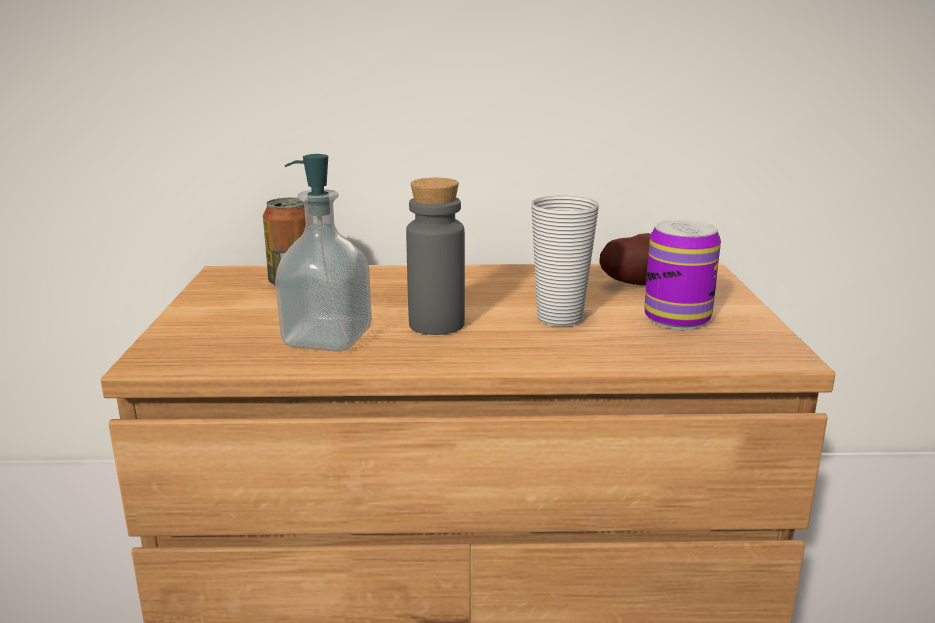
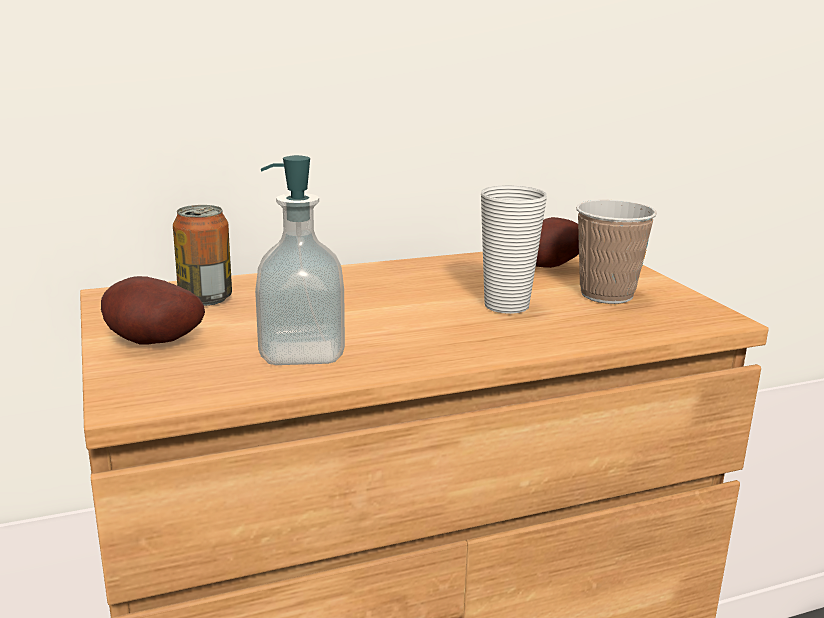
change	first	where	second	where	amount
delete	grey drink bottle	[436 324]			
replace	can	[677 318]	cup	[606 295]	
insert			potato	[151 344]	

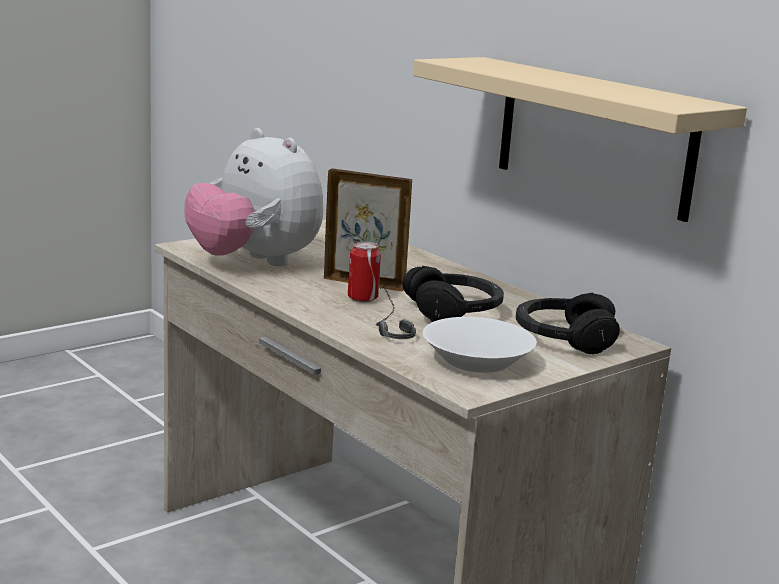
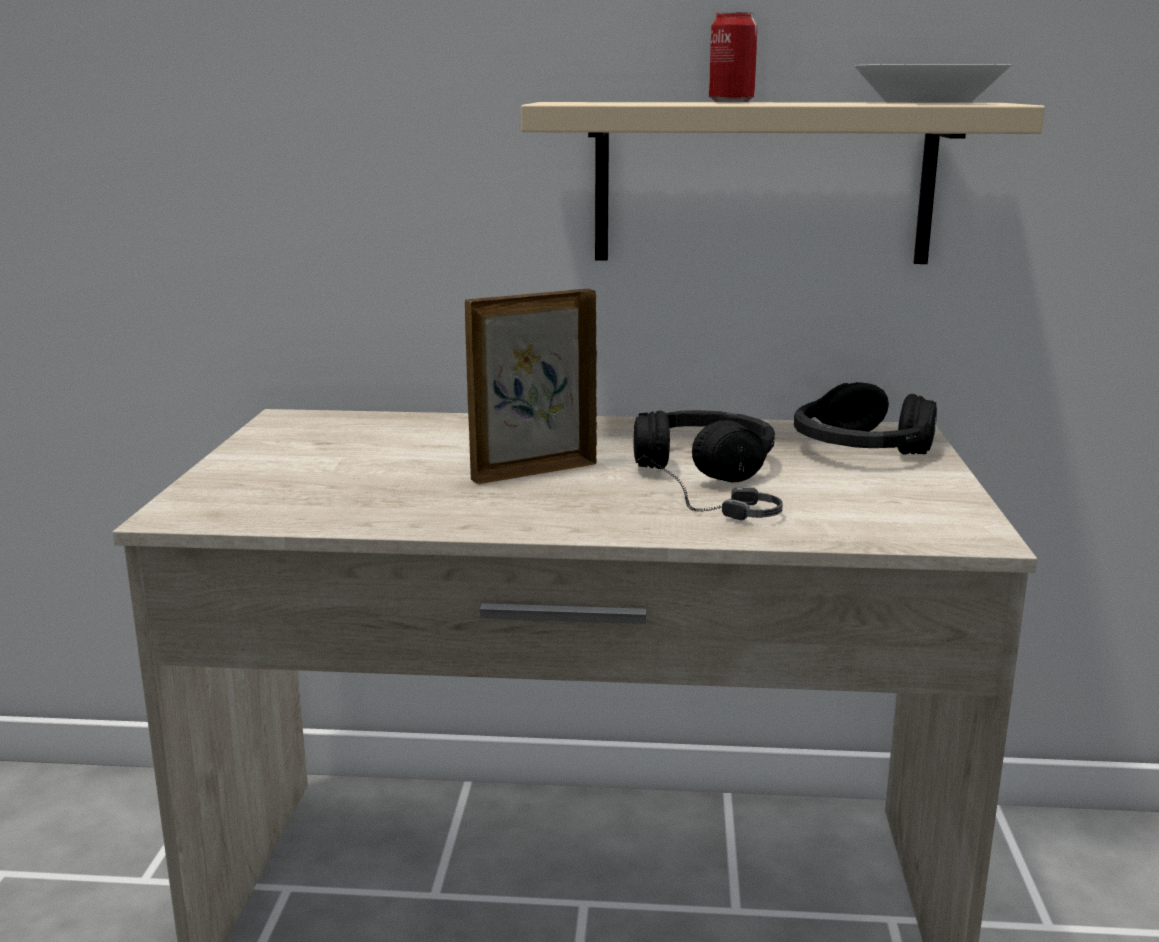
change	first	where	second	where	amount
delete	cuddly toy	[254 262]			
move	can	[362 298]		[731 101]	
move	white-coloured bowl	[475 361]		[927 102]	

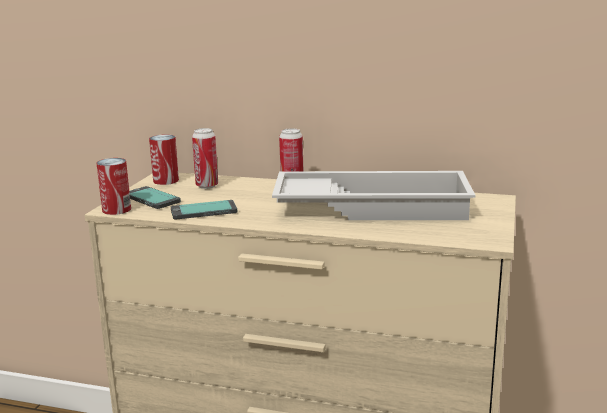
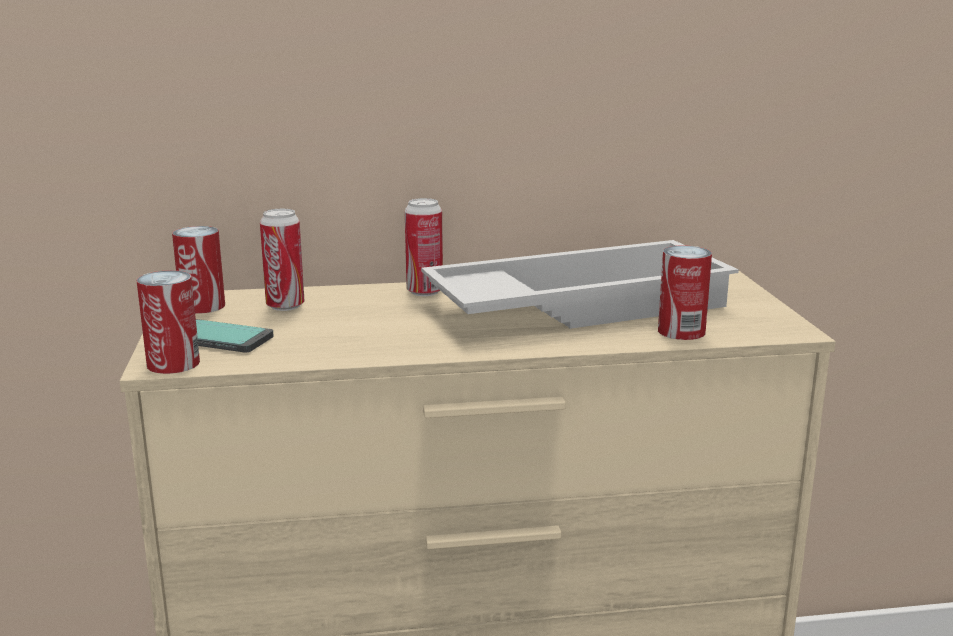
change	first	where	second	where	amount
delete	phone	[204 211]			
insert			can	[681 331]	

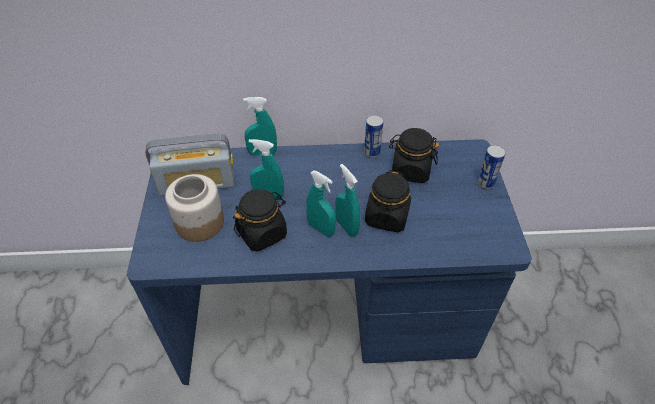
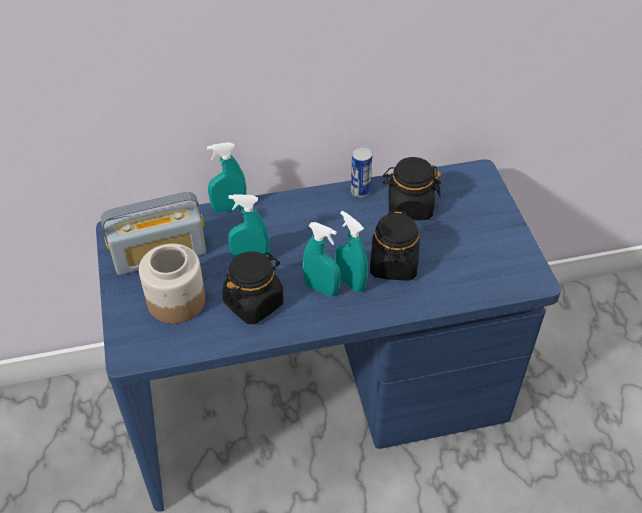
change	first	where	second	where	amount
delete	can	[485 183]			

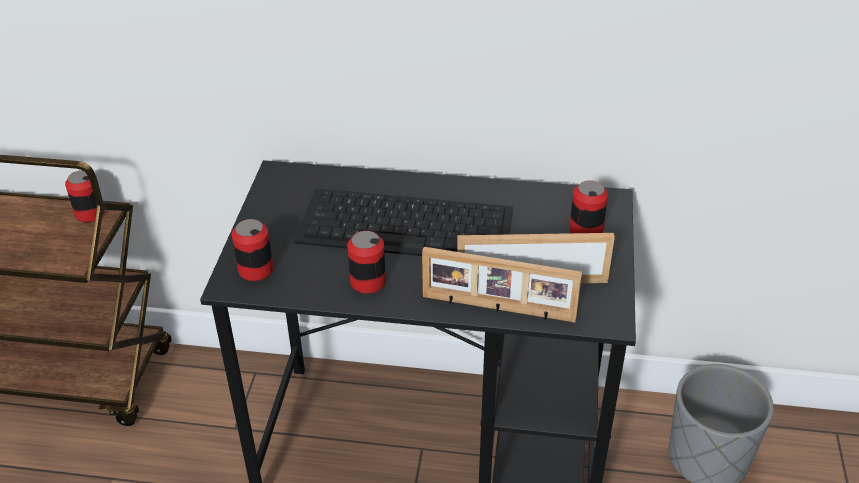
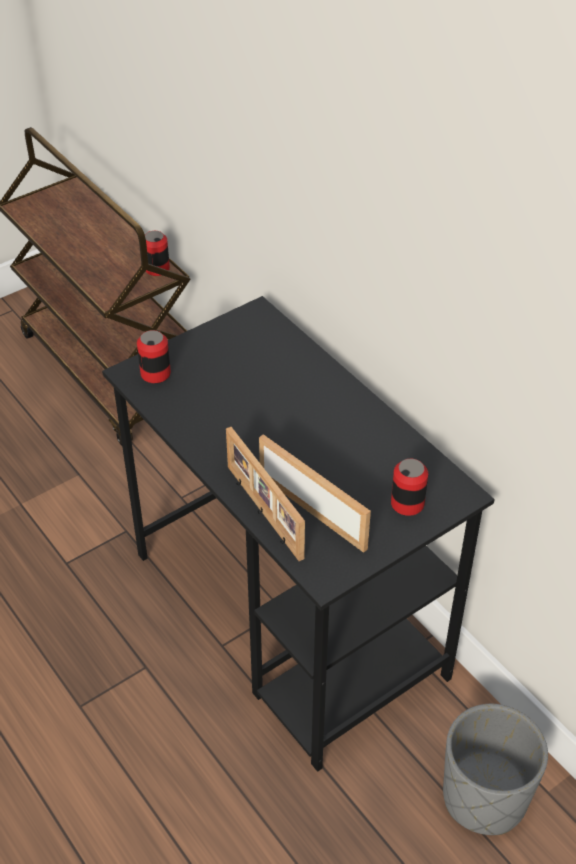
change	first	where	second	where	amount
delete	keyboard	[408 225]			
delete	can	[368 282]			

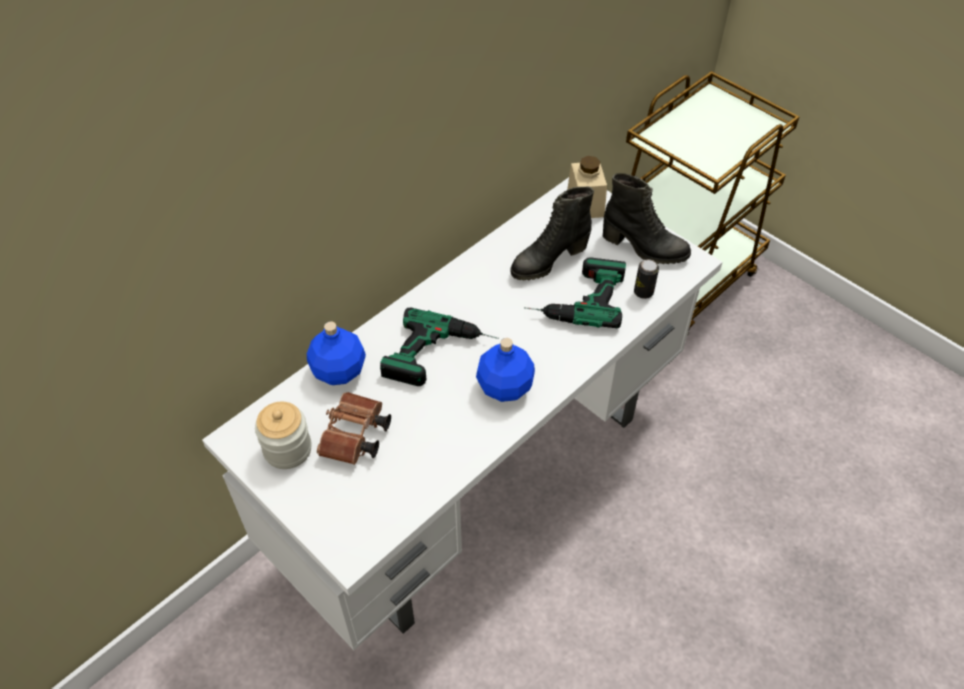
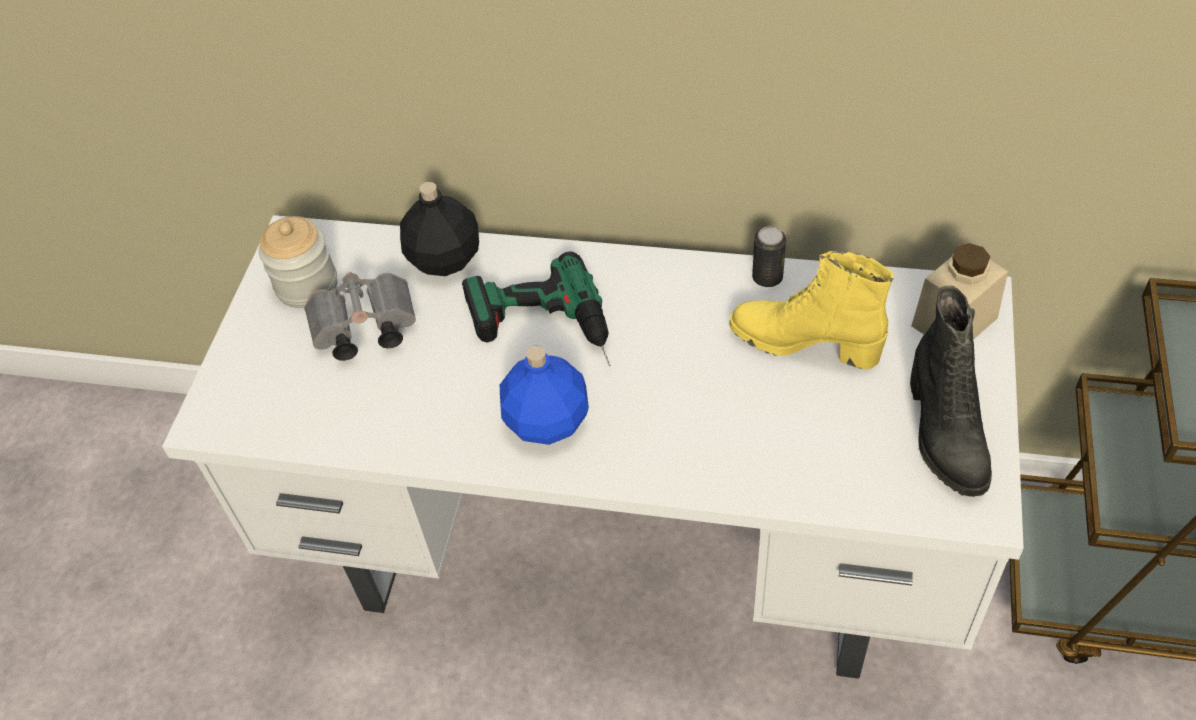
change	first	where	second	where	amount
recolor	blackish boot	[548 260]	yellow boot	[805 343]	
delete	drill	[575 297]			
move	can	[643 292]		[767 277]	
recolor	blue-coloured drink bottle	[338 371]	blackish drink bottle	[444 259]	
recolor	brownish binoculars	[355 438]	grey binoculars	[362 330]	

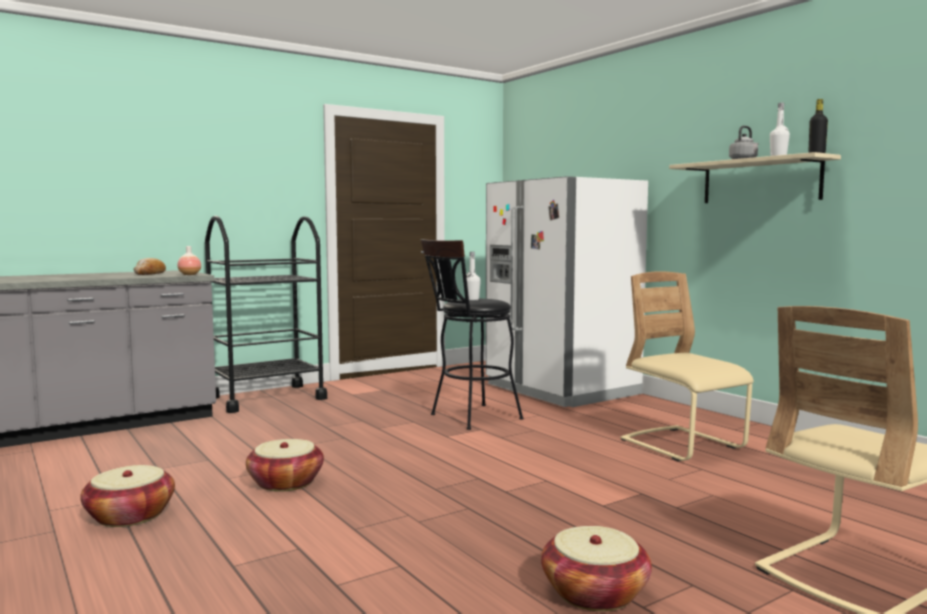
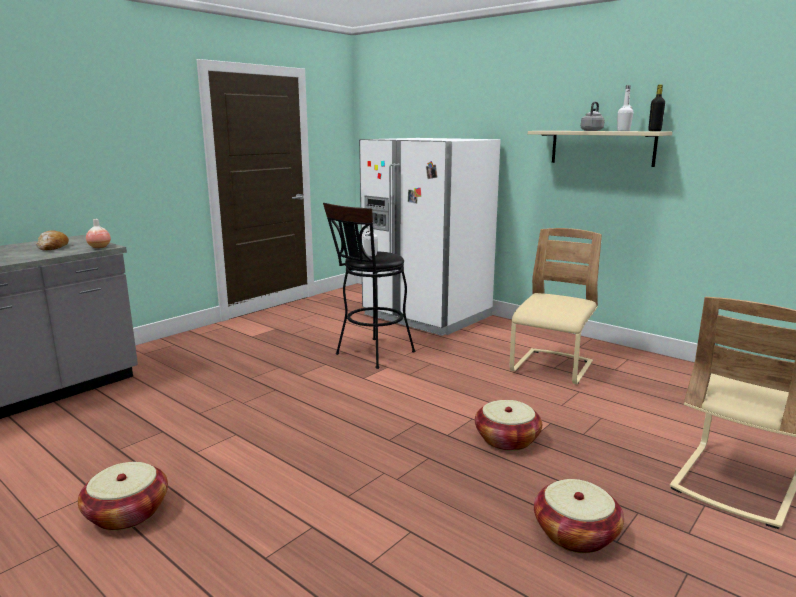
change	first	where	second	where	amount
delete	blackish wheeled cart	[267 398]			
rotate	sand-coloured upright chair	[682 445]		[552 368]	75 degrees clockwise
move	household basket	[285 483]		[507 440]	

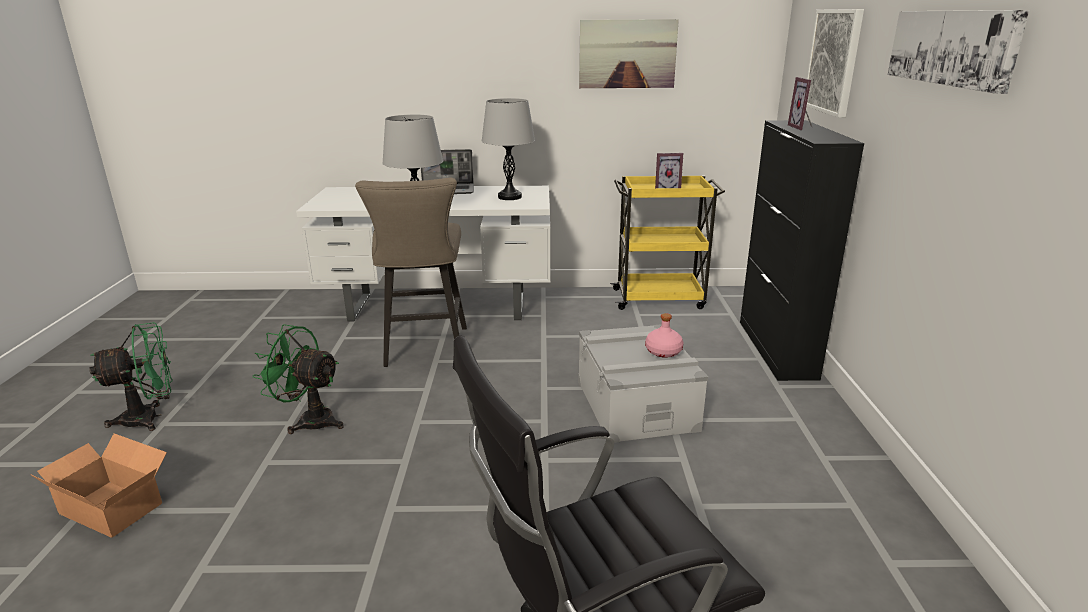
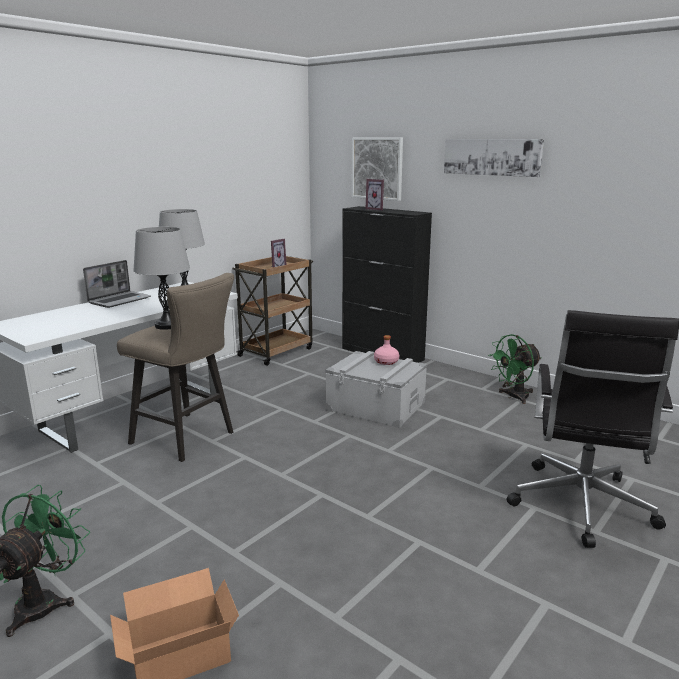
change	first	where	second	where	amount
delete	wall picture	[627 54]			
recolor	yellow wheeled cart	[660 299]	brownish wheeled cart	[276 352]	
move	green fan	[309 420]		[513 397]	

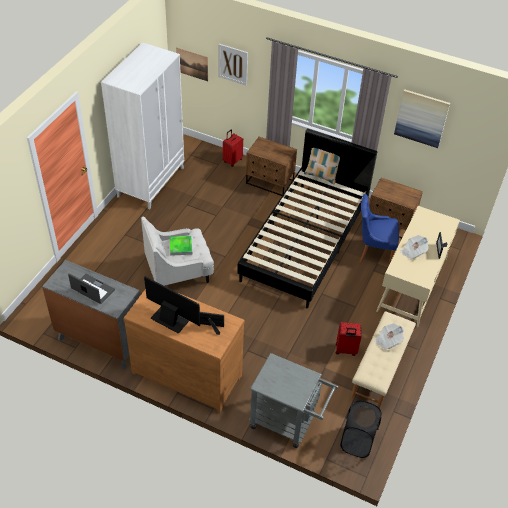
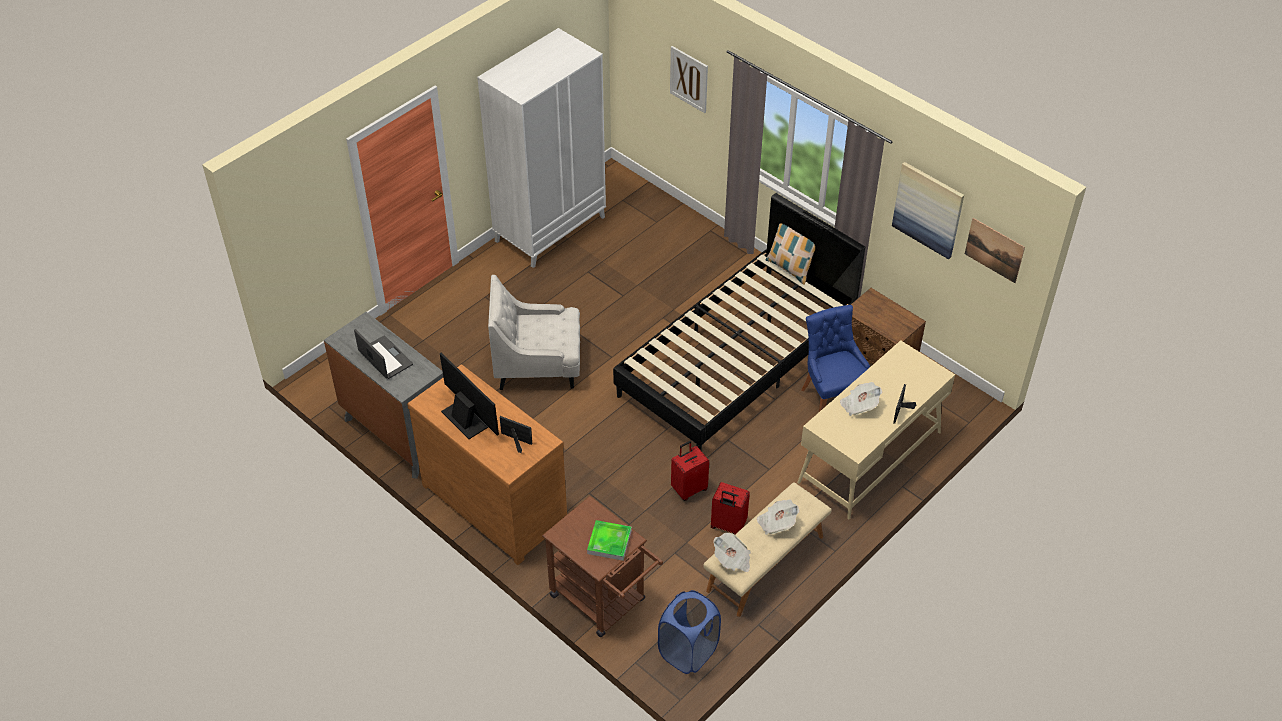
change	first	where	second	where	amount
move	wall picture	[192 64]		[994 250]	
move	red suitcase	[232 161]		[689 489]	
delete	brownish bedside table	[269 182]			
rotate	blue-coloured upright chair	[373 251]		[832 397]	45 degrees clockwise
move	carrying tray	[181 246]		[609 542]	
recolor	grey wheeled cart	[288 422]	brownish wheeled cart	[603 602]	
recolor	blackish hamper	[357 442]	blue-coloured hamper	[688 651]	
insert			daily paper	[732 559]	

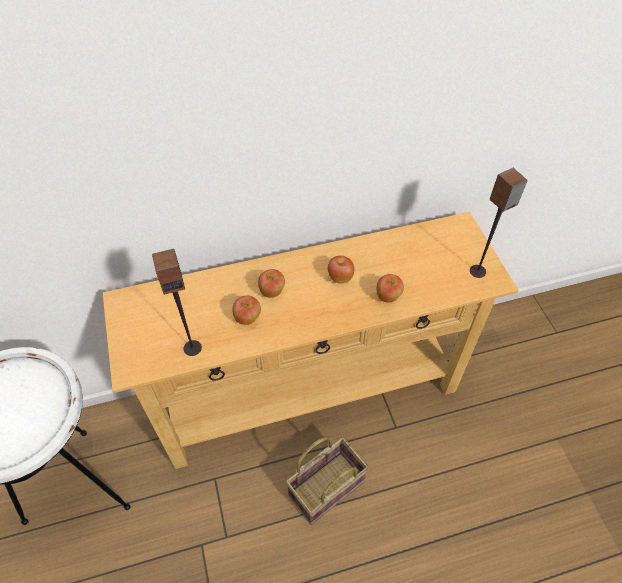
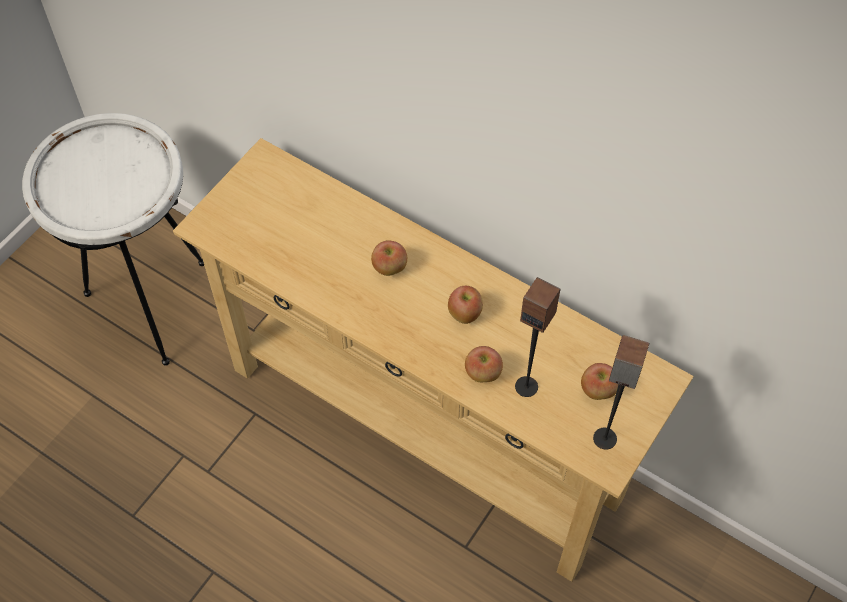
change	first	where	second	where	amount
move	loudspeaker	[192 347]		[526 386]	
move	apple fruit	[248 318]		[597 391]	
delete	household basket	[327 486]			

